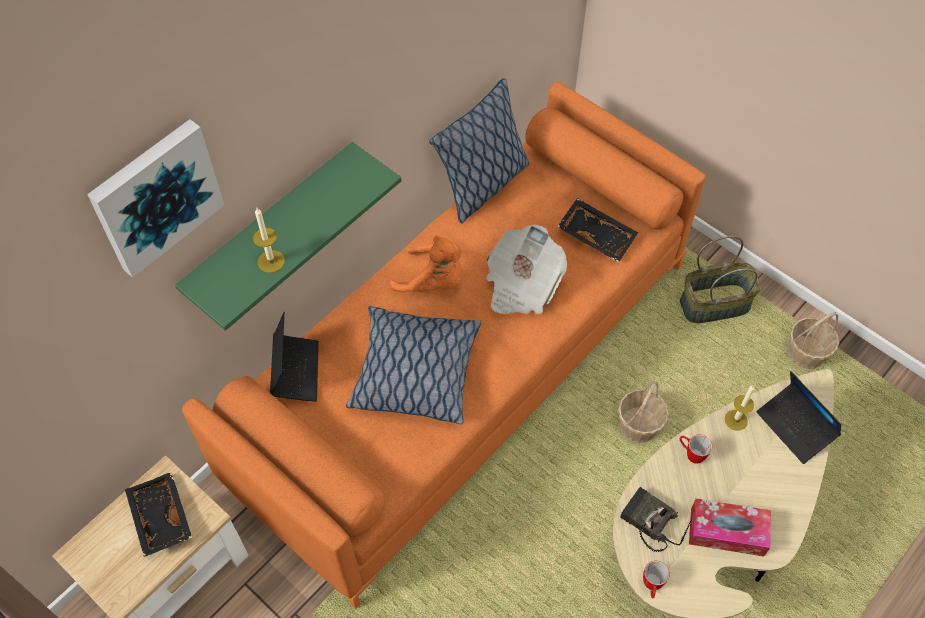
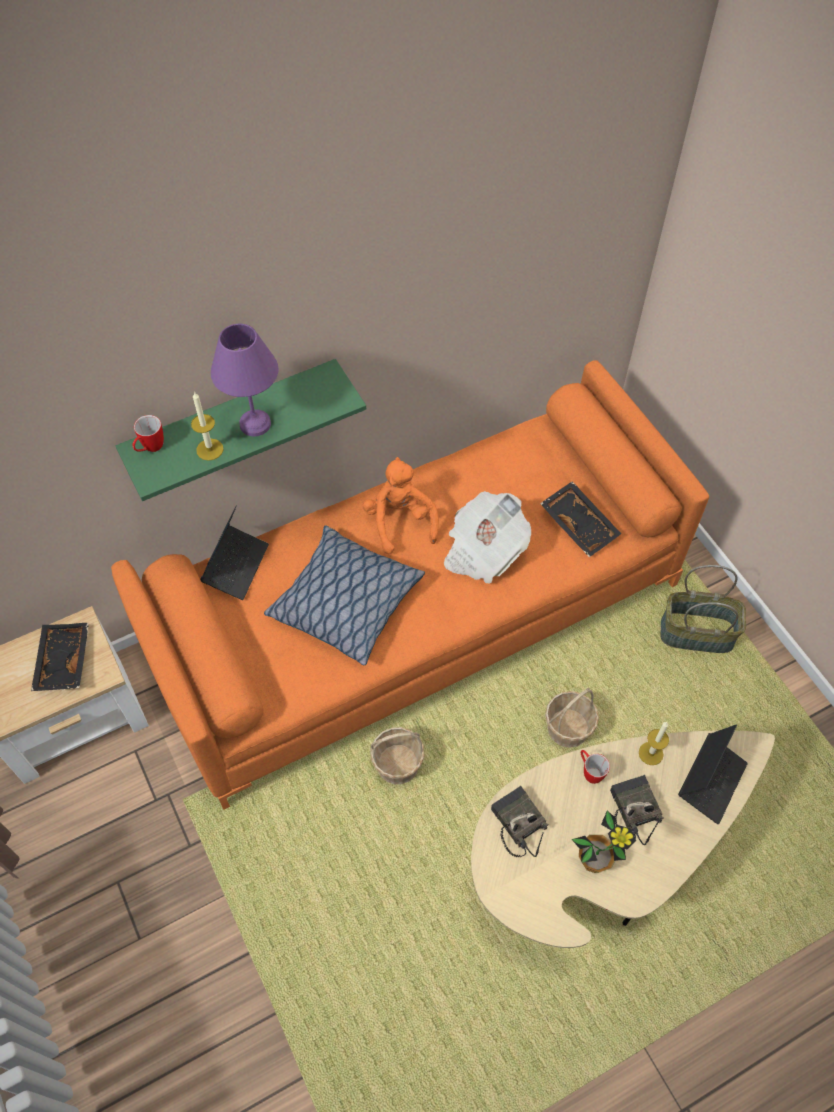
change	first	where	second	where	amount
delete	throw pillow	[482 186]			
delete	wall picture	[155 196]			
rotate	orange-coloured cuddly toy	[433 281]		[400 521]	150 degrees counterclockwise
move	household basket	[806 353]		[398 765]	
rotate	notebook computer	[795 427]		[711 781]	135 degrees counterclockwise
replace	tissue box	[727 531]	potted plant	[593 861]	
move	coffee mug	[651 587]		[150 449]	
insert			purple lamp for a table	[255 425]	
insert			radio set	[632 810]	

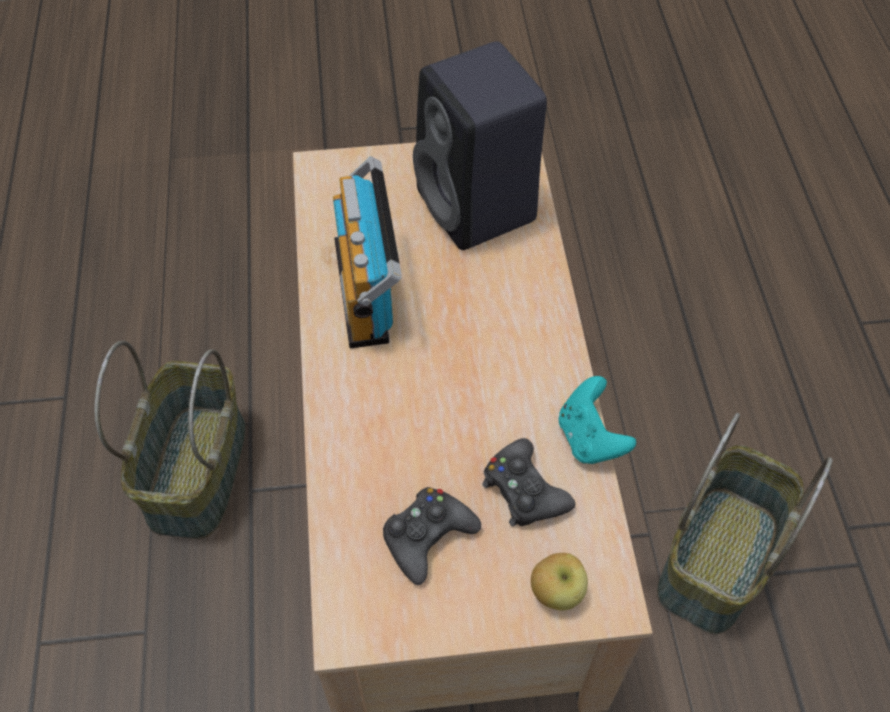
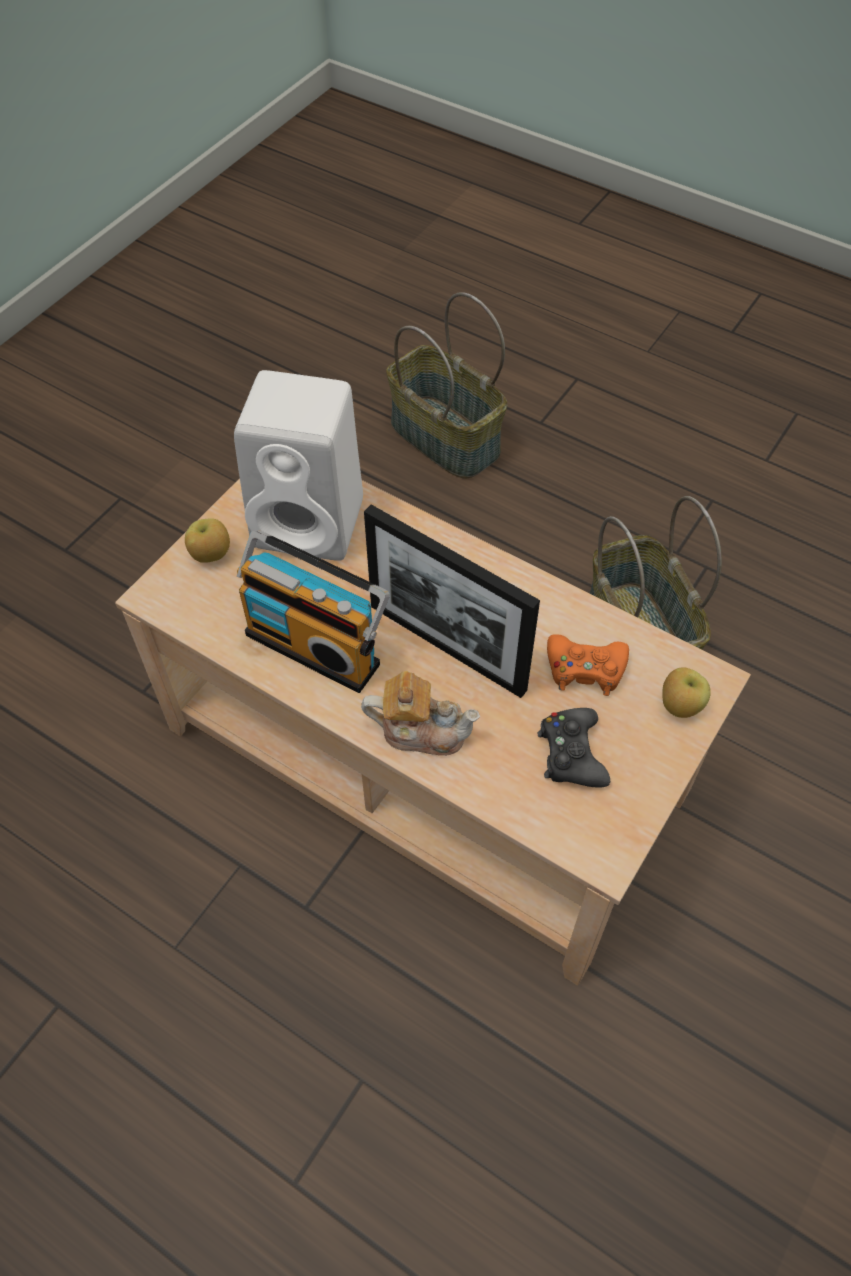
change	first	where	second	where	amount
recolor	blackish loudspeaker	[479 208]	white-coloured loudspeaker	[313 523]	
move	household basket	[195 470]		[443 438]	
delete	turquoise-coloured gamepad	[590 438]			
recolor	blackish gamepad	[524 491]	orange-coloured gamepad	[585 669]	
insert			picture frame	[447 647]	
insert			apple fruit	[211 555]	
insert			pot for tea	[421 730]	

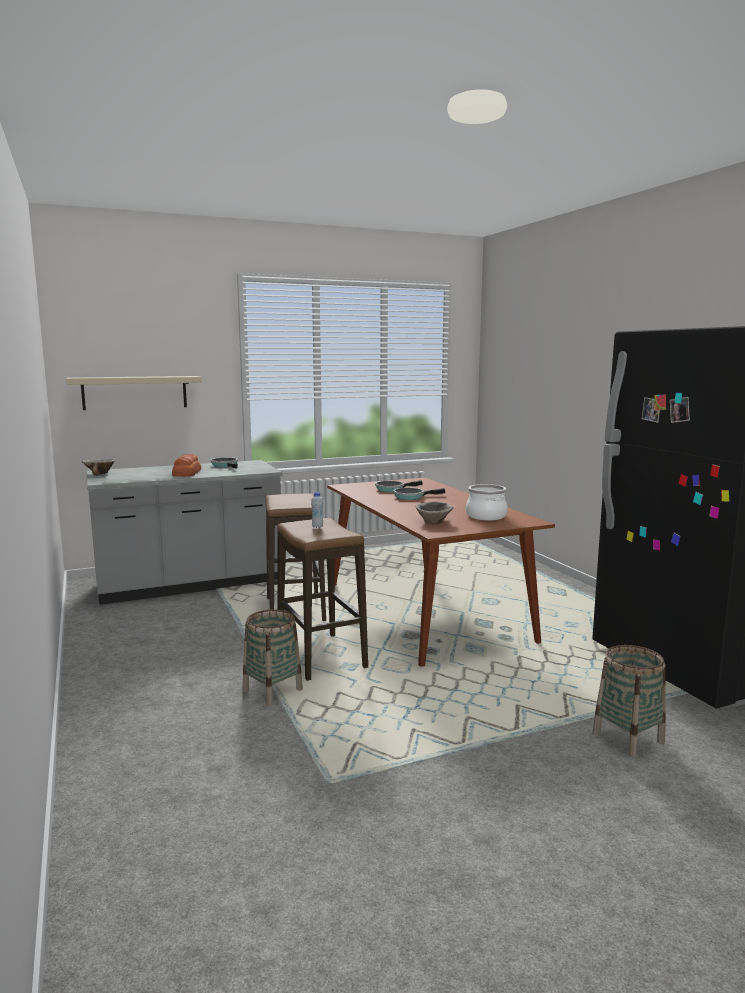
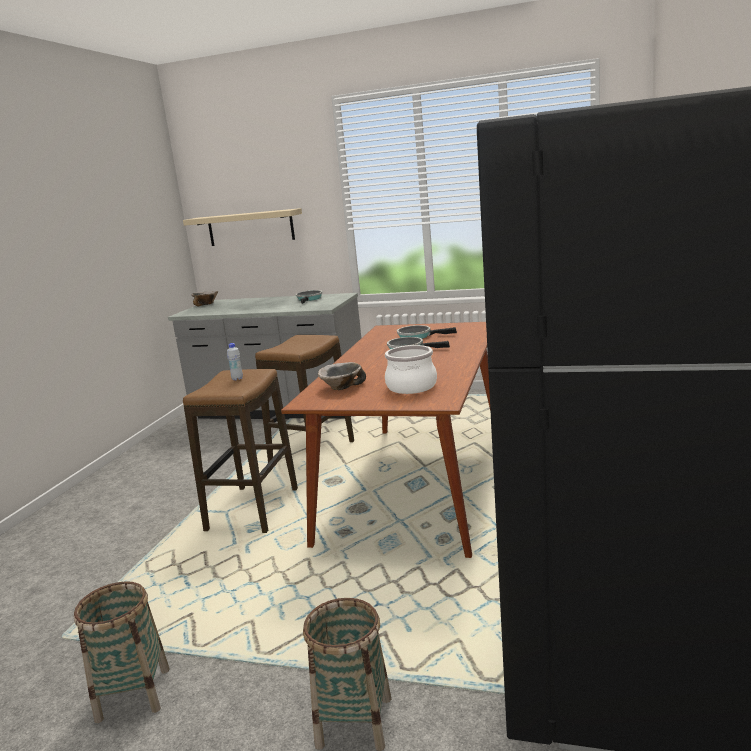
change	first	where	second	where	amount
delete	baked bread	[186 473]			
move	household basket	[273 690]		[133 694]	

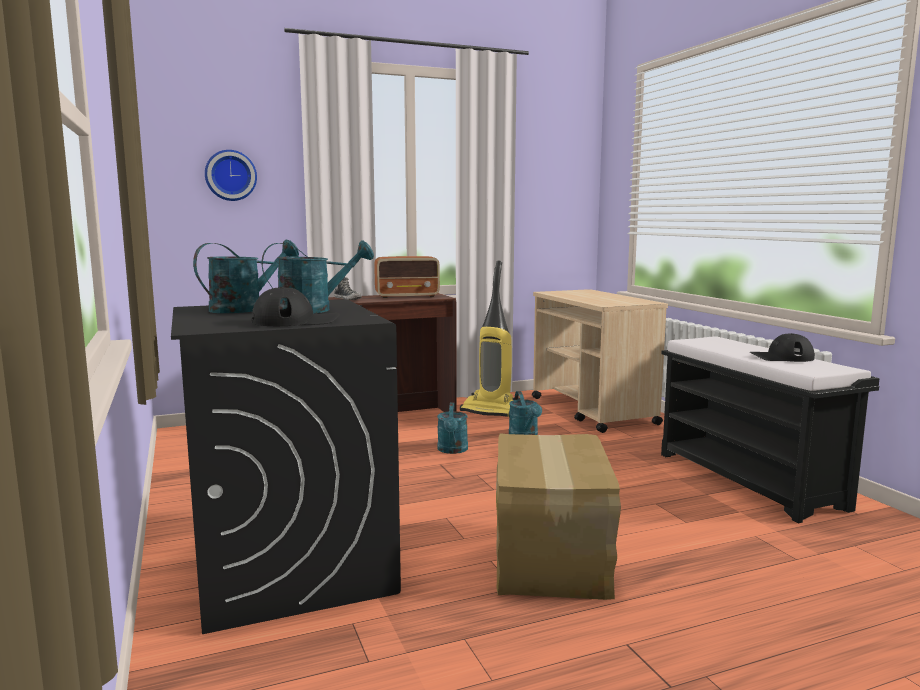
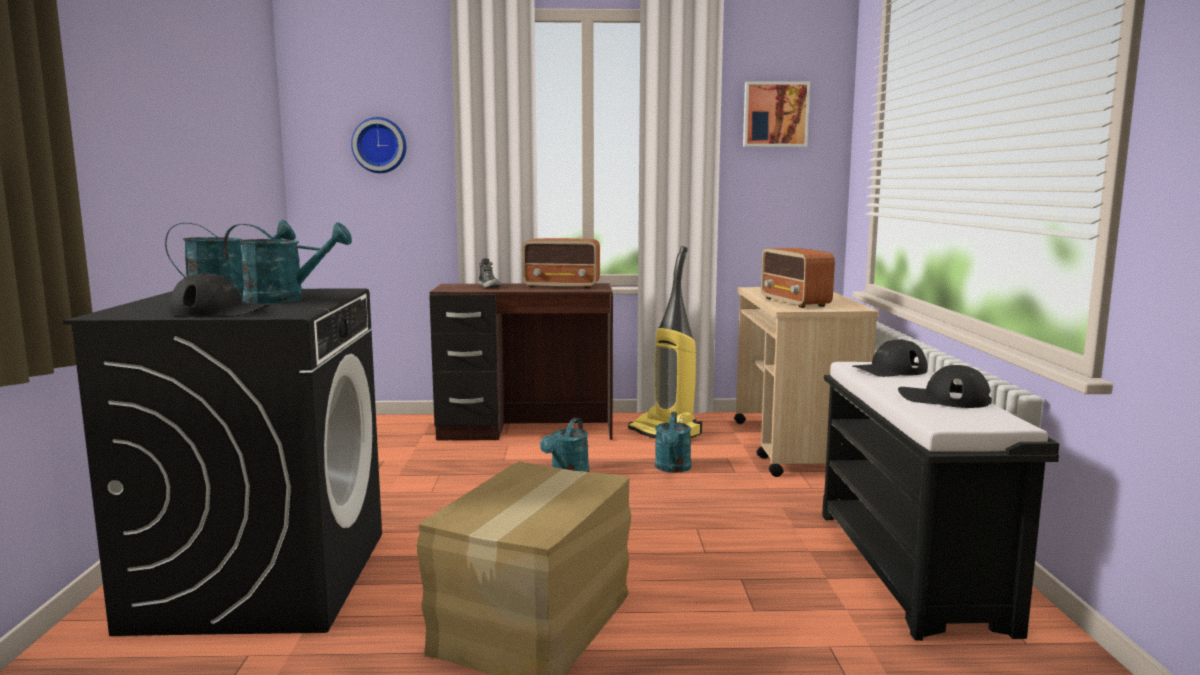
change	first	where	second	where	amount
insert			wall picture	[775 114]	
insert			radio set	[795 302]	
insert			blackish peaked cap	[889 370]	

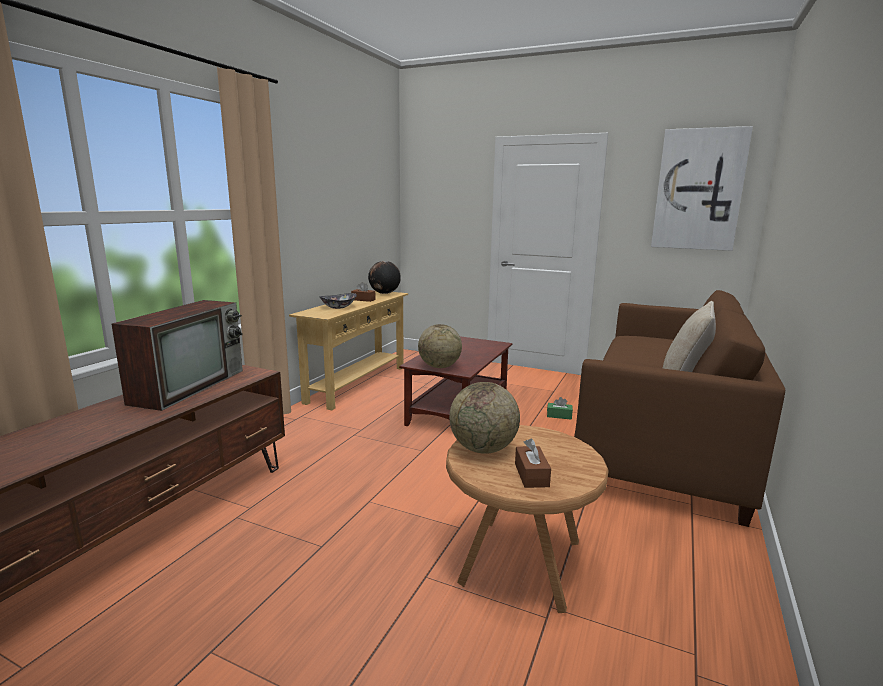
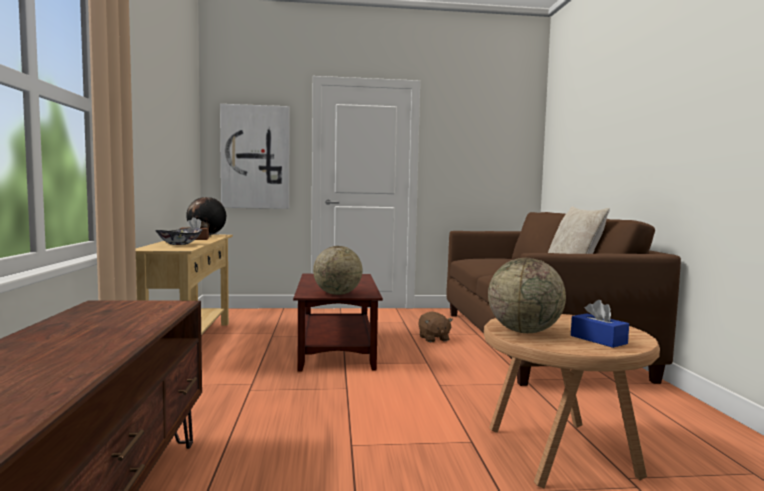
change	first	where	second	where	amount
move	wall picture	[698 190]		[255 157]	
delete	television	[190 385]			
replace	green tissue box	[559 415]	brownish cuddly toy	[433 338]	
recolor	brownish tissue box	[531 475]	blue-coloured tissue box	[598 339]	

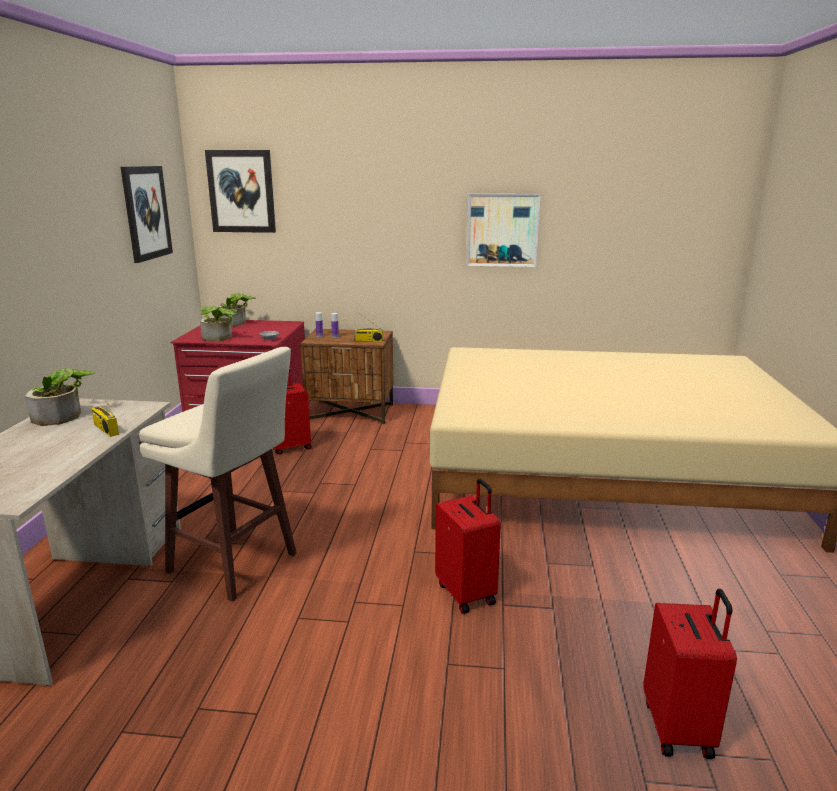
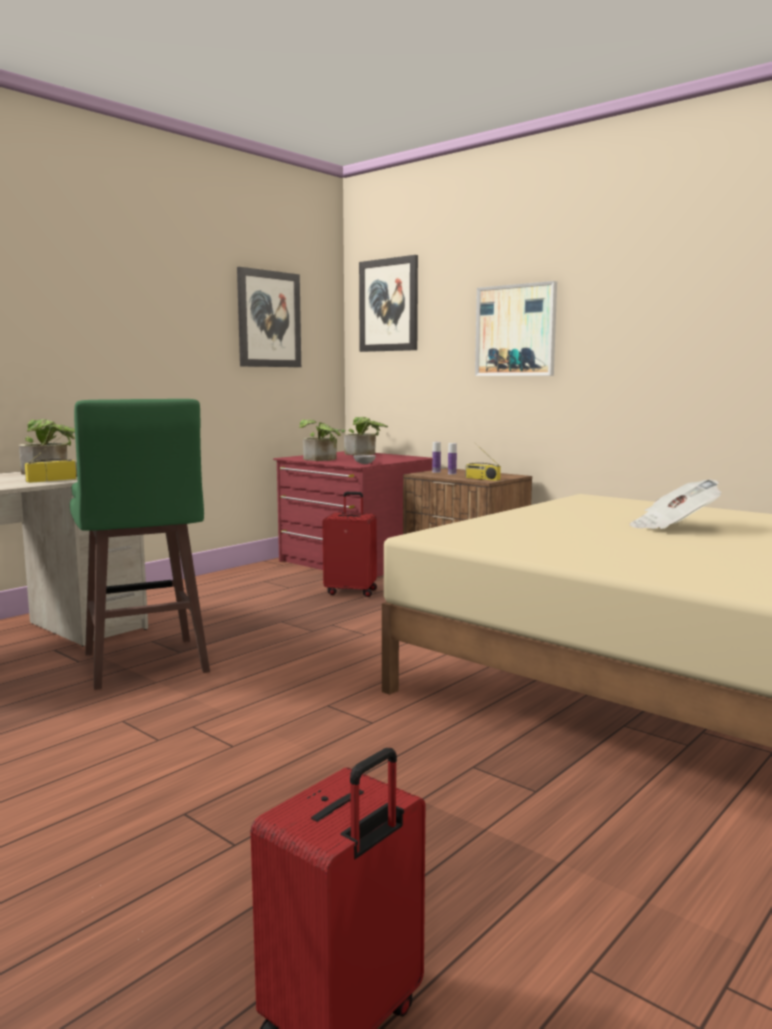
change	first	where	second	where	amount
move	wall picture	[502 230]		[516 330]	
recolor	sand-coloured sitting stool	[234 565]	green sitting stool	[145 665]	
rotate	radio set	[105 429]		[52 480]	60 degrees clockwise
delete	red suitcase	[467 593]			
insert			daily paper	[673 527]	

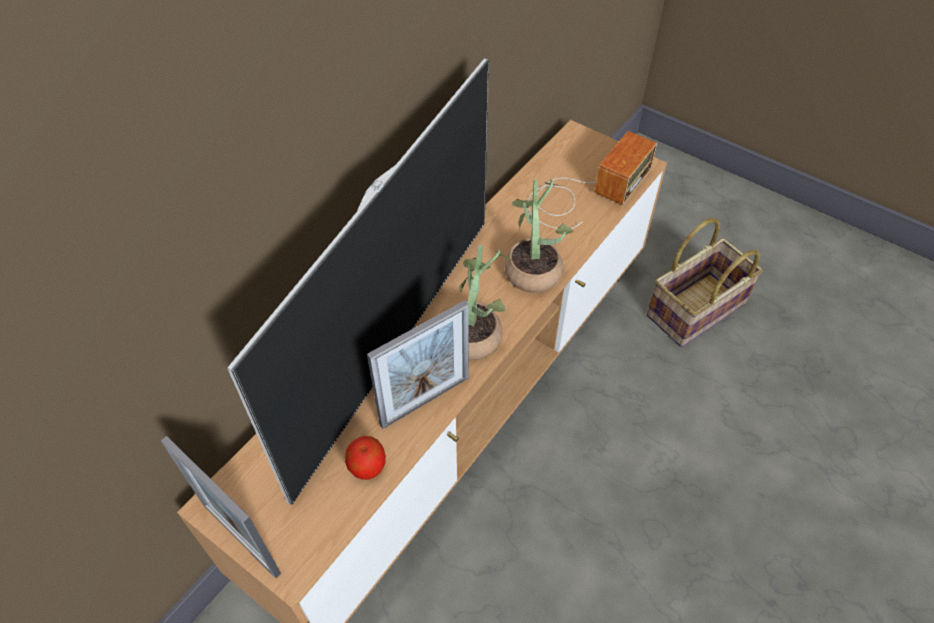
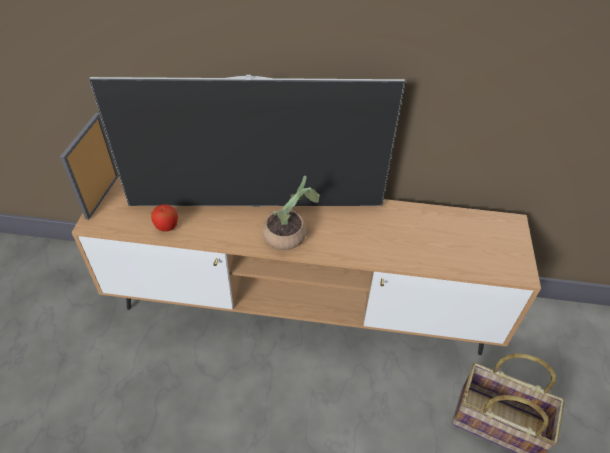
change	first	where	second	where	amount
delete	radio set	[585 193]			
delete	potted plant	[532 267]			
delete	picture frame	[425 401]			

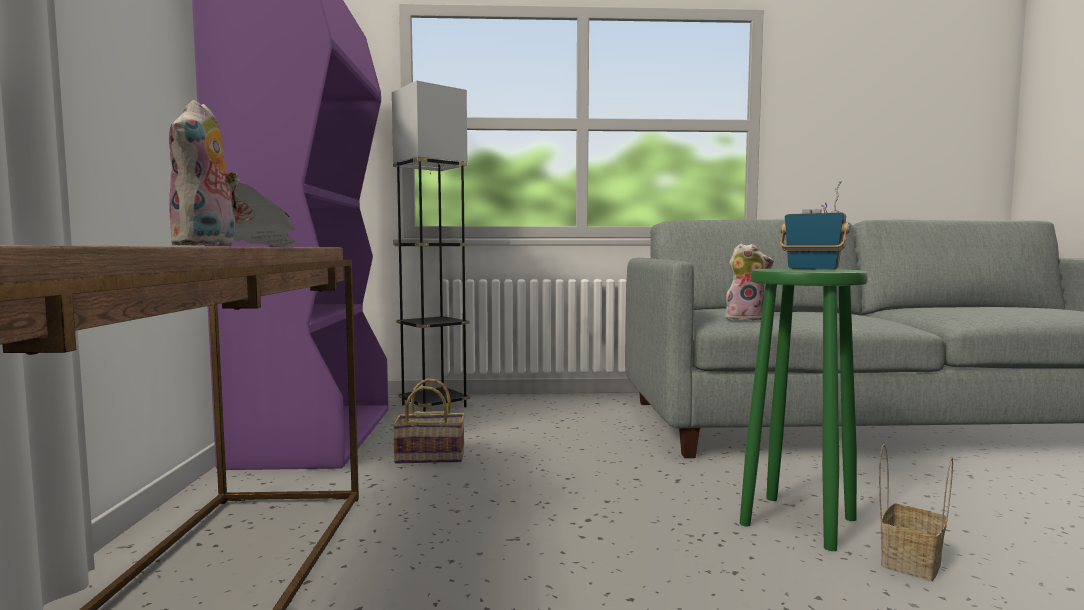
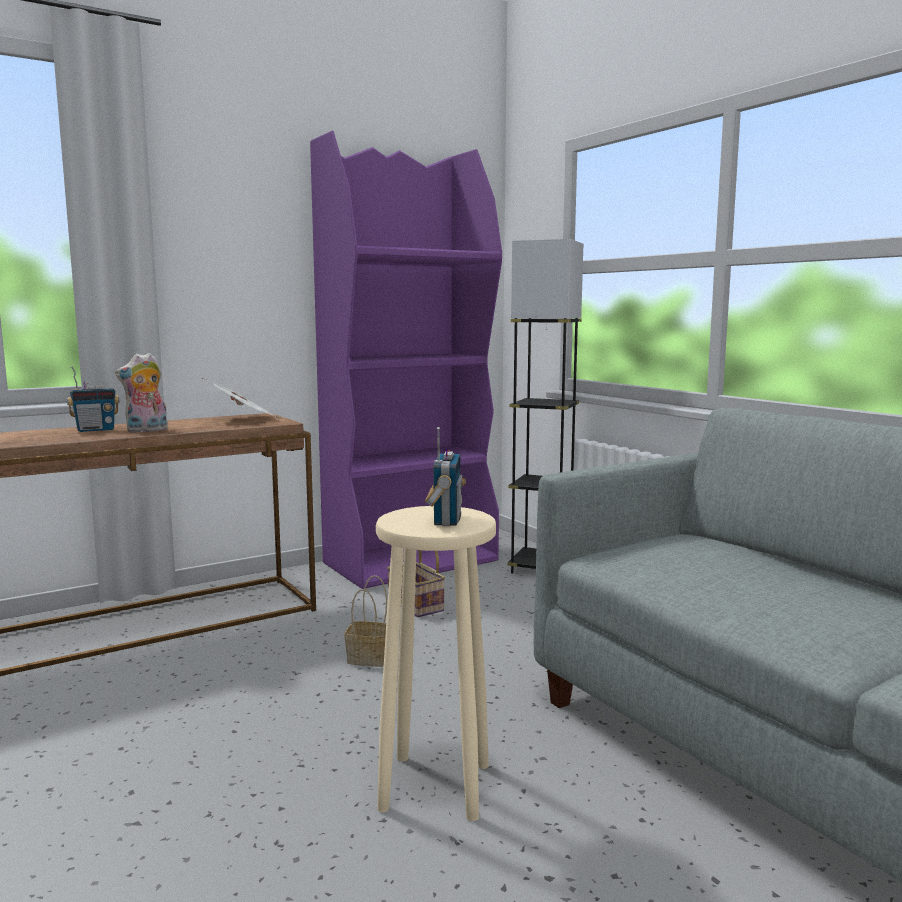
change	first	where	second	where	amount
delete	cuddly toy	[745 318]			
recolor	green sitting stool	[796 521]	sand-coloured sitting stool	[436 785]	
move	household basket	[910 561]		[371 658]	
insert			radio set	[95 430]	

